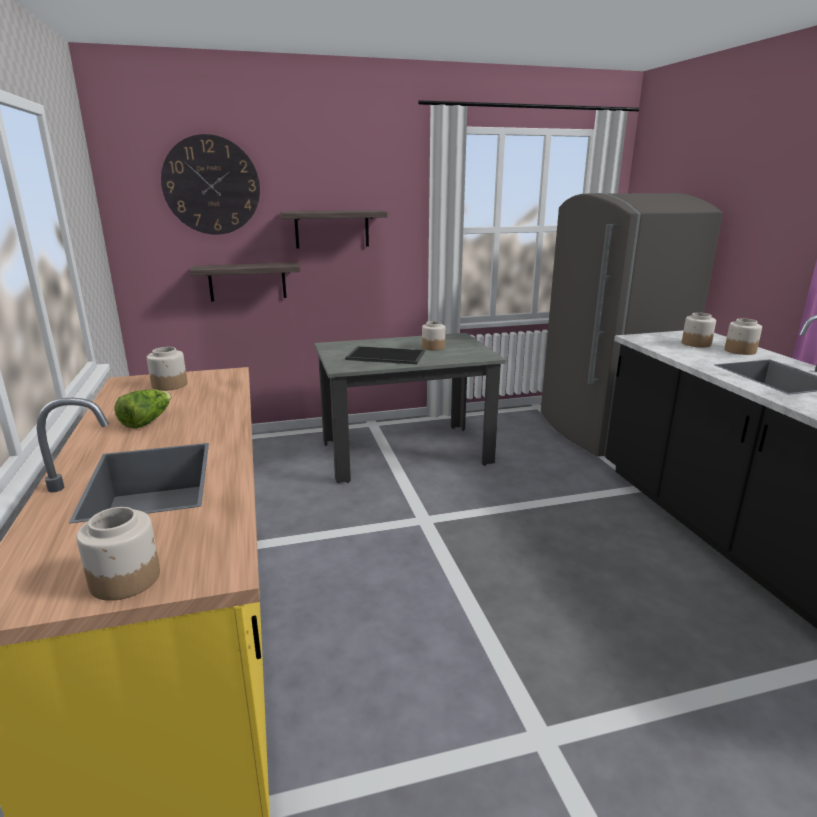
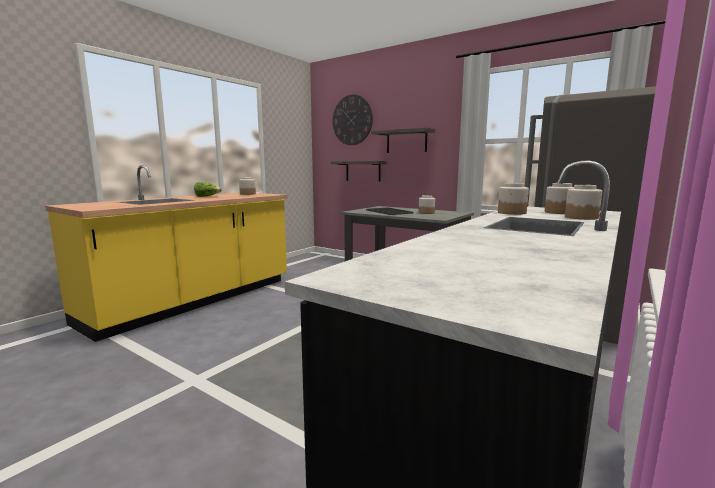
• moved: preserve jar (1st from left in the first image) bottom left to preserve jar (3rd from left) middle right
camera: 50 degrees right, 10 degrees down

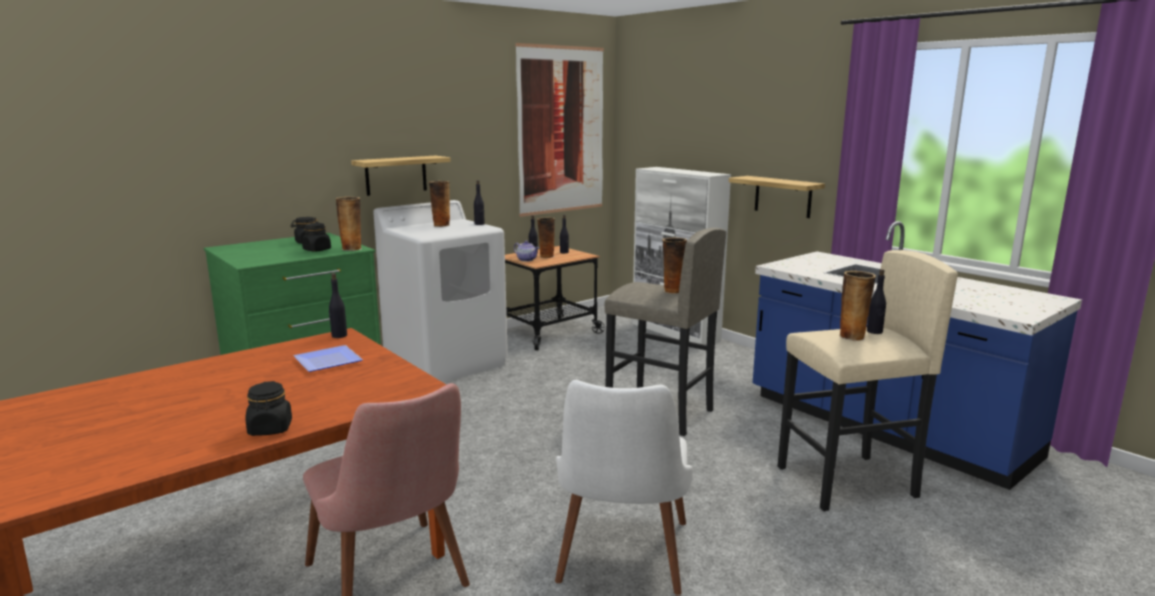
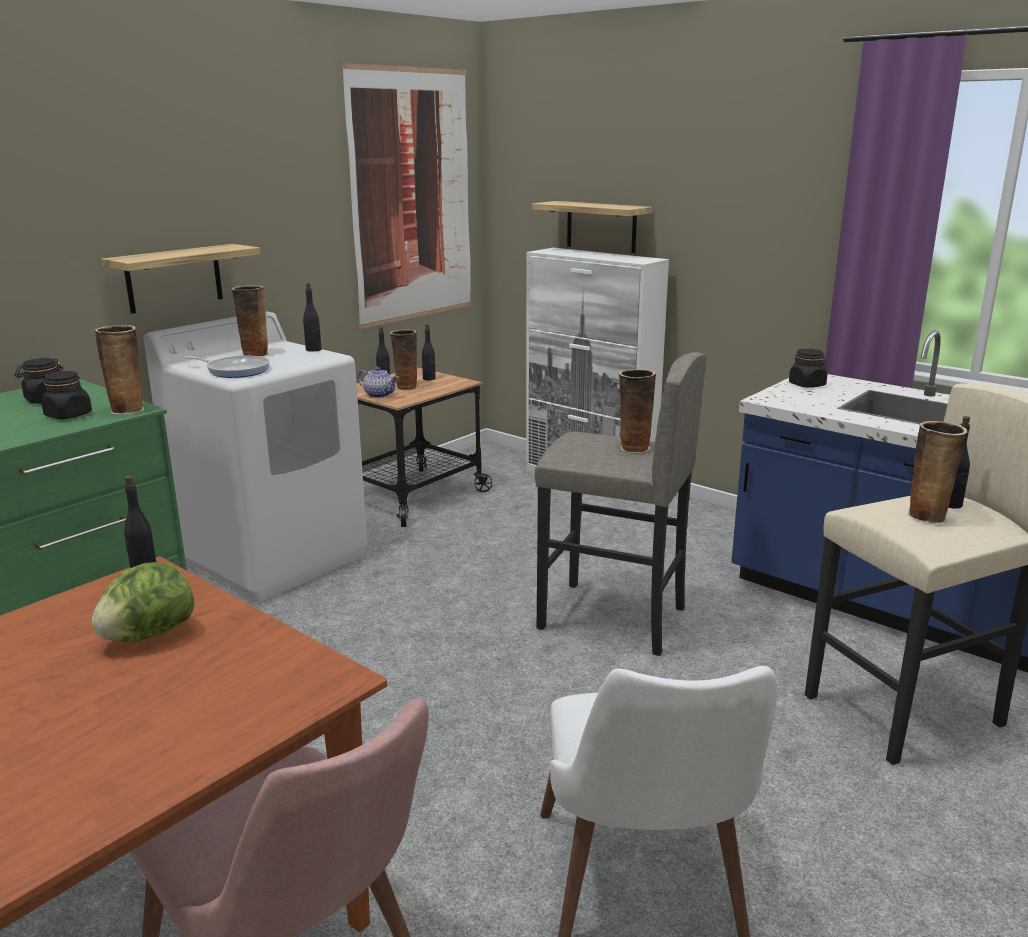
• replaced: flat dish middle left to head of lettuce middle left
• added: pan middle left
• moved: shelf (2nd from left) top right to top centre
• moved: preserve jar (black) (1st from left in the first image) bottom left to preserve jar (black) (3rd from left) middle right
camera: 10 degrees left, 5 degrees up

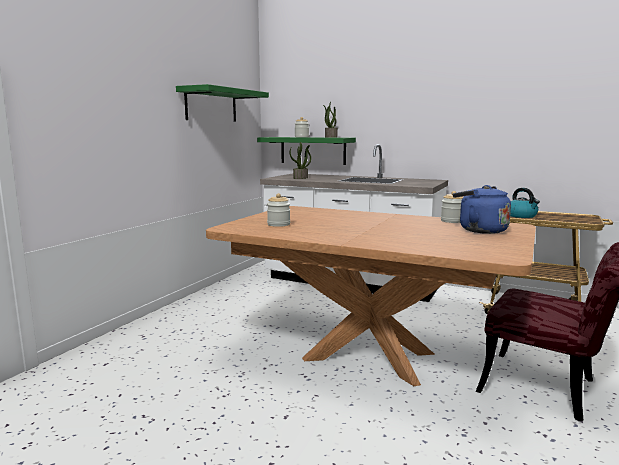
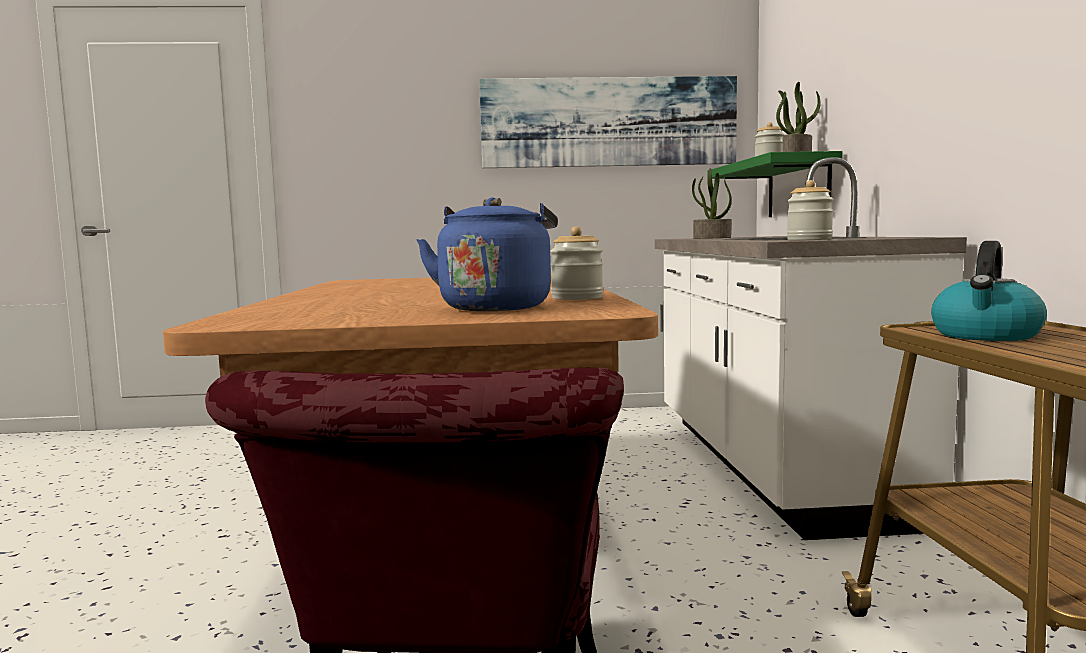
• replaced: shelf (greenish) (1st from left) top centre to wall picture top centre
• moved: preserve jar (1st from left in the first image) centre to preserve jar (3rd from left) top right
camera: 60 degrees right, 5 degrees down

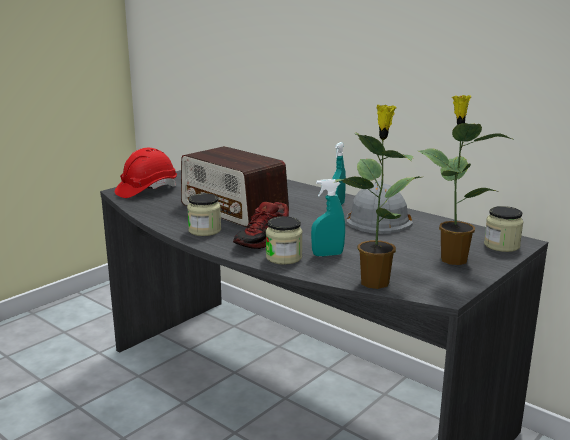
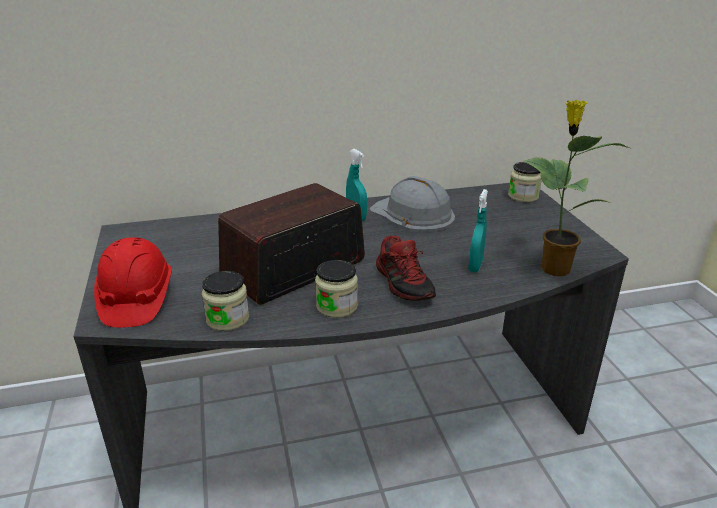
• moved: preserve jar (2nd from left in the first image) centre to preserve jar (1st from left) middle left
• turned: radio set centre = centre 150 degrees clockwise
• removed: houseplant (2nd from left) middle right
camera: 55 degrees left, 10 degrees up

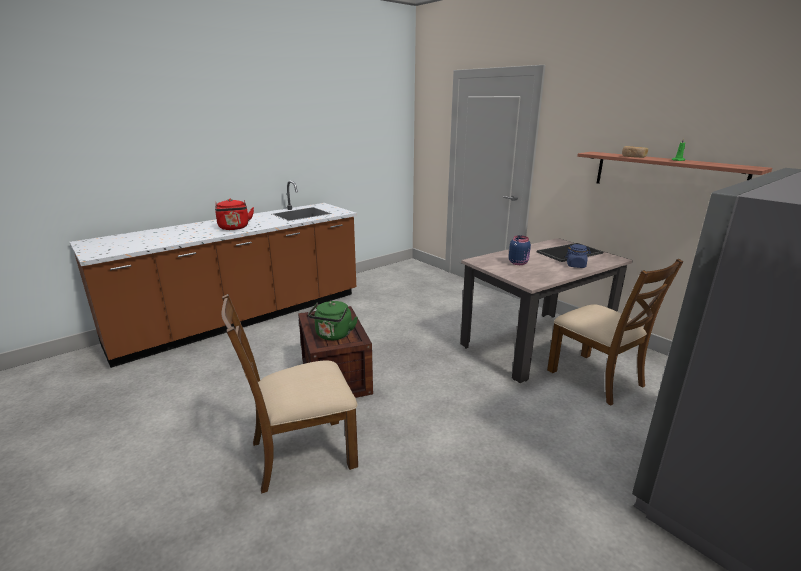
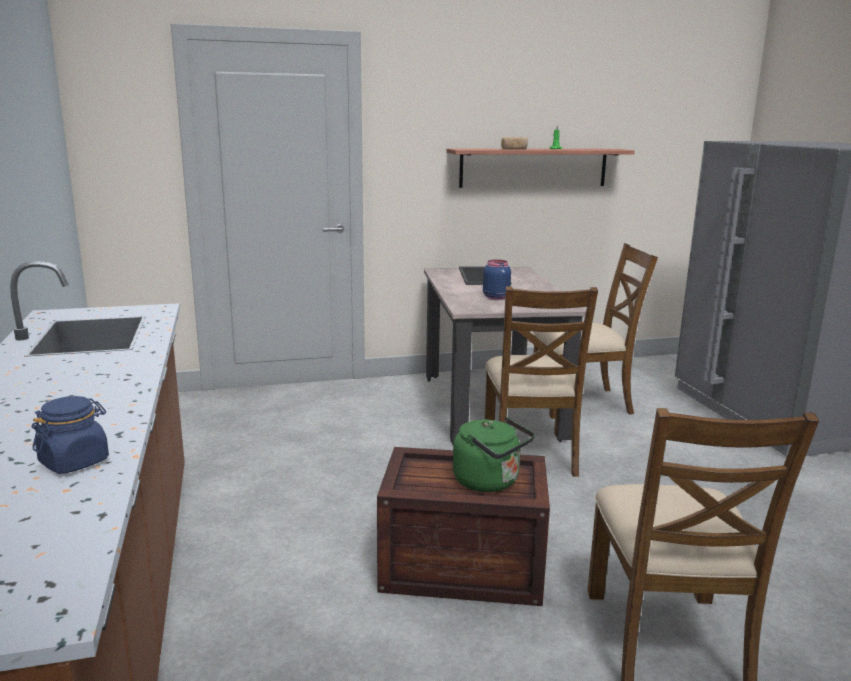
• moved: preserve jar (bluish) (2nd from left in the first image) middle right to preserve jar (bluish) (1st from left) middle left
• added: chair (brownish) (1st from left) centre
• removed: water kettle (red) middle left
camera: 65 degrees left, 5 degrees down

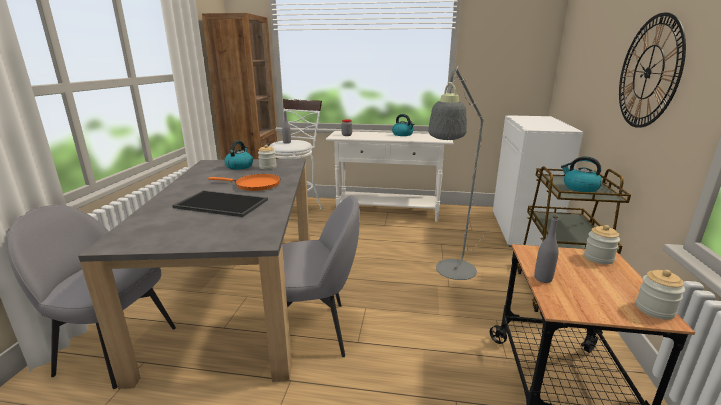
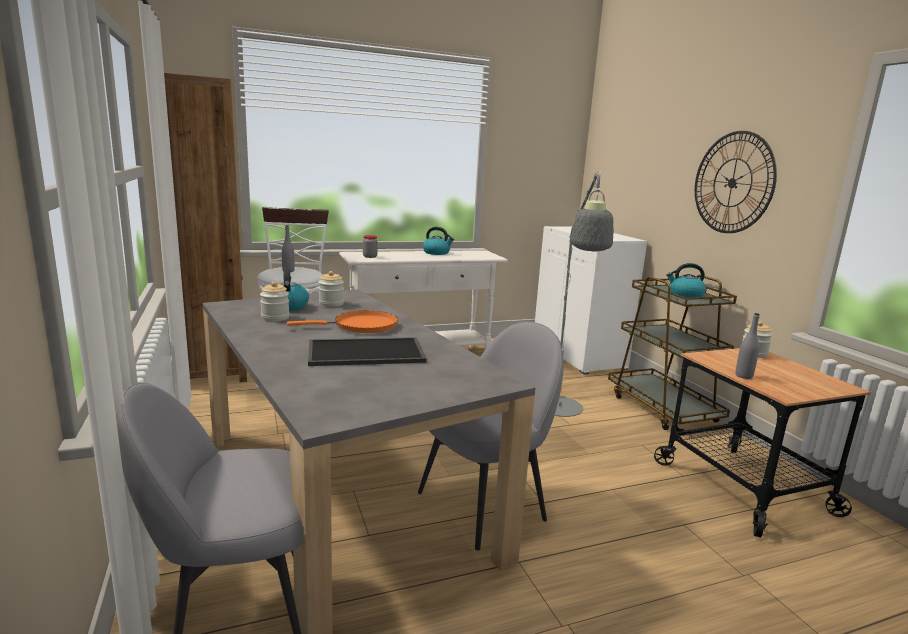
• moved: preserve jar (4th from left in the first image) bottom right to preserve jar (1st from left) middle left
camera: 30 degrees left, 5 degrees down

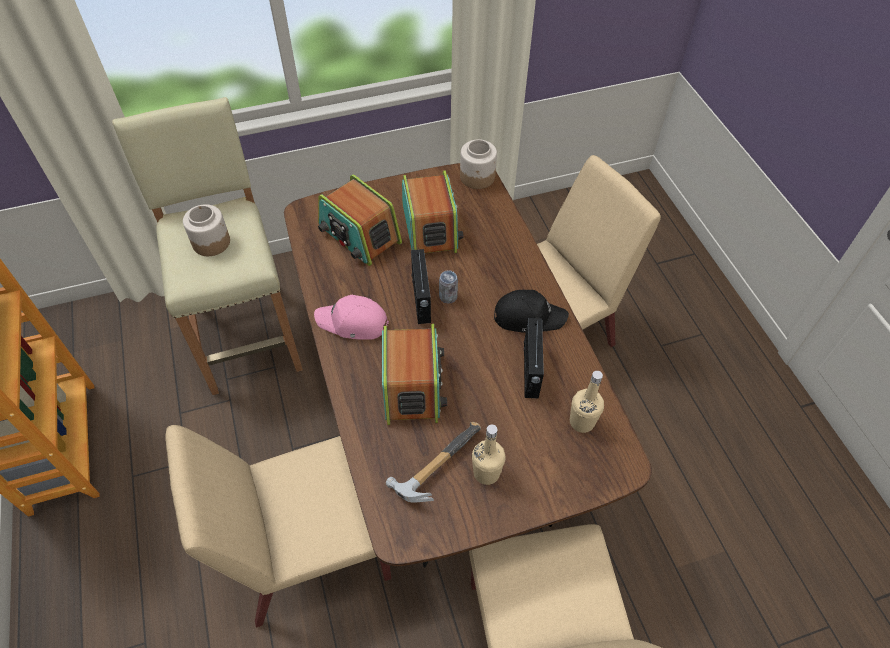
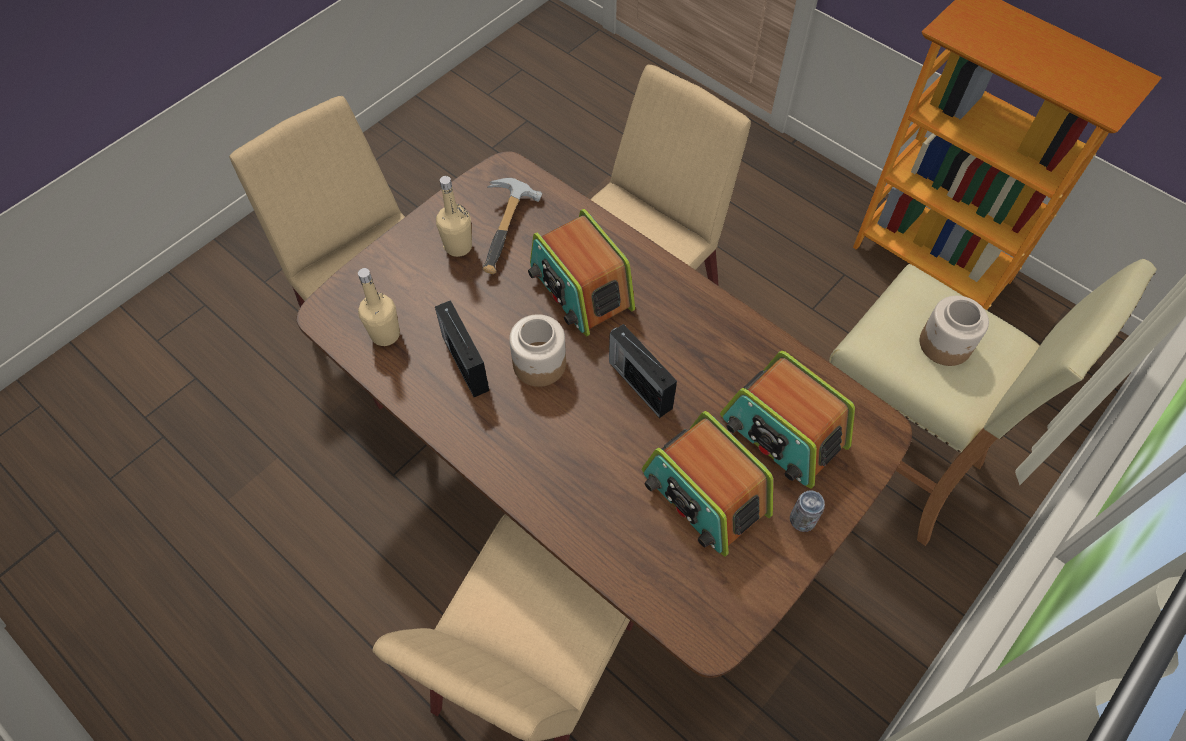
• moved: preserve jar (2nd from left in the first image) top centre to preserve jar (1st from left) centre
• turned: radio set (1st from left in the first image) centre = centre 150 degrees counterclockwise
• moved: can centre to bottom right
• removed: baseball cap (pink) centre
• removed: baseball cap (black) centre
camera: 150 degrees right, 5 degrees up

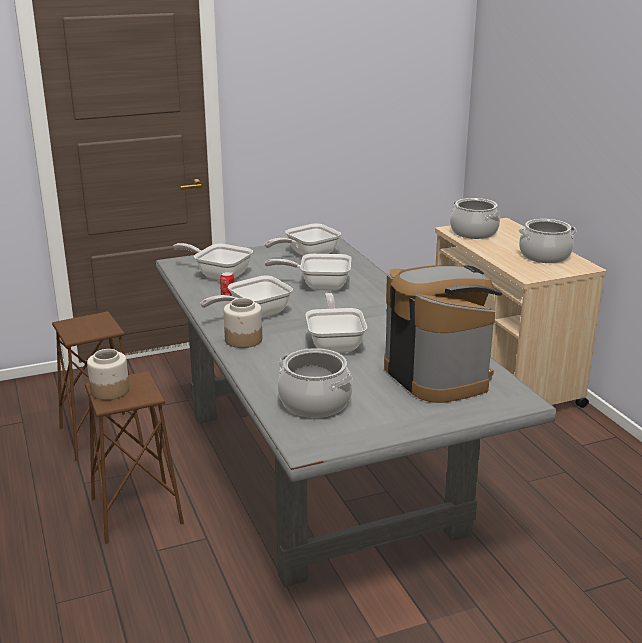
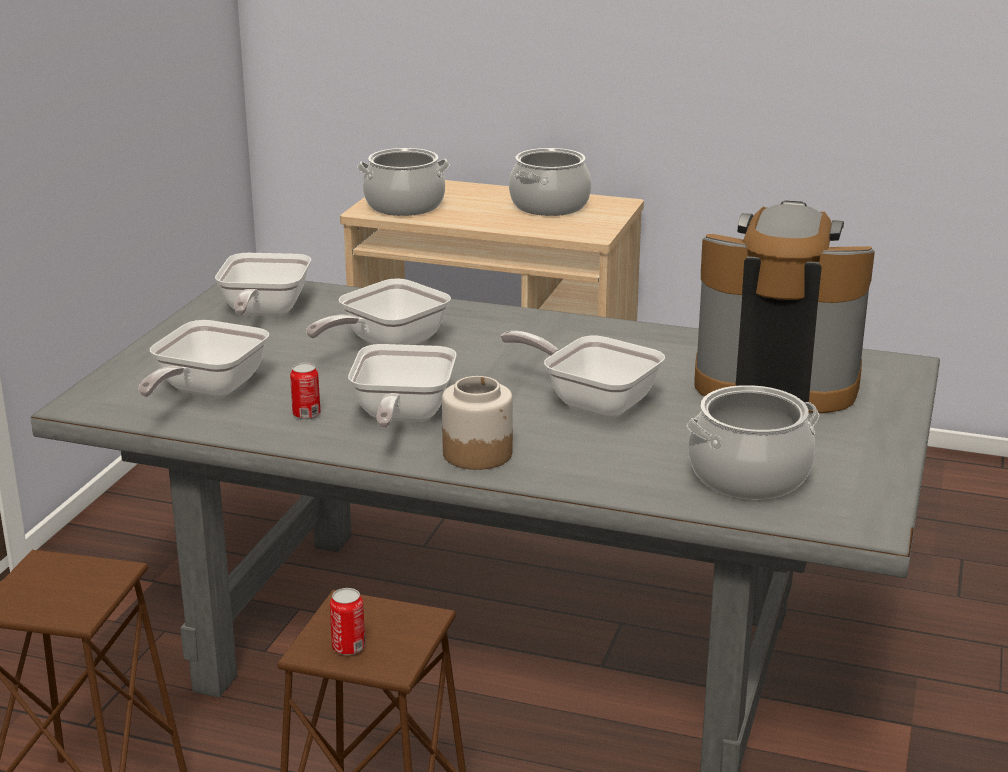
• turned: pan (1st from left) middle left = middle left 45 degrees counterclockwise
• replaced: preserve jar (1st from left) middle left to can (2nd from left) bottom centre
camera: 50 degrees left, 0 degrees up

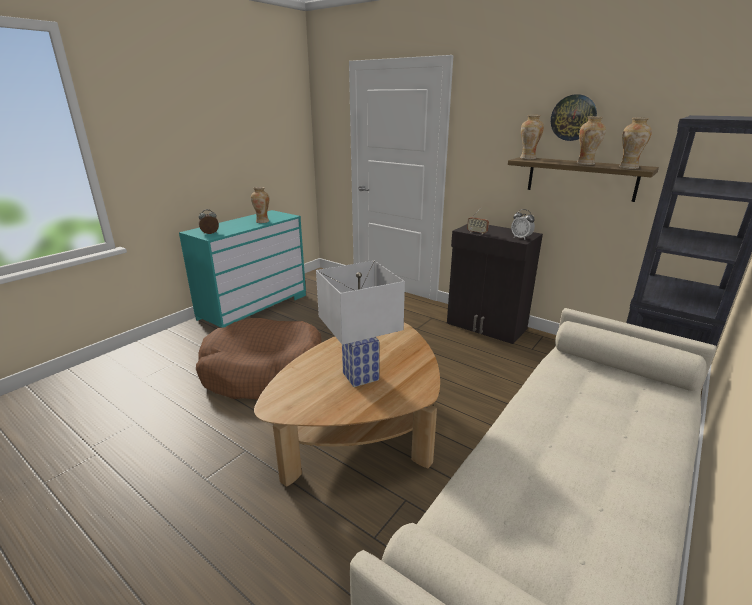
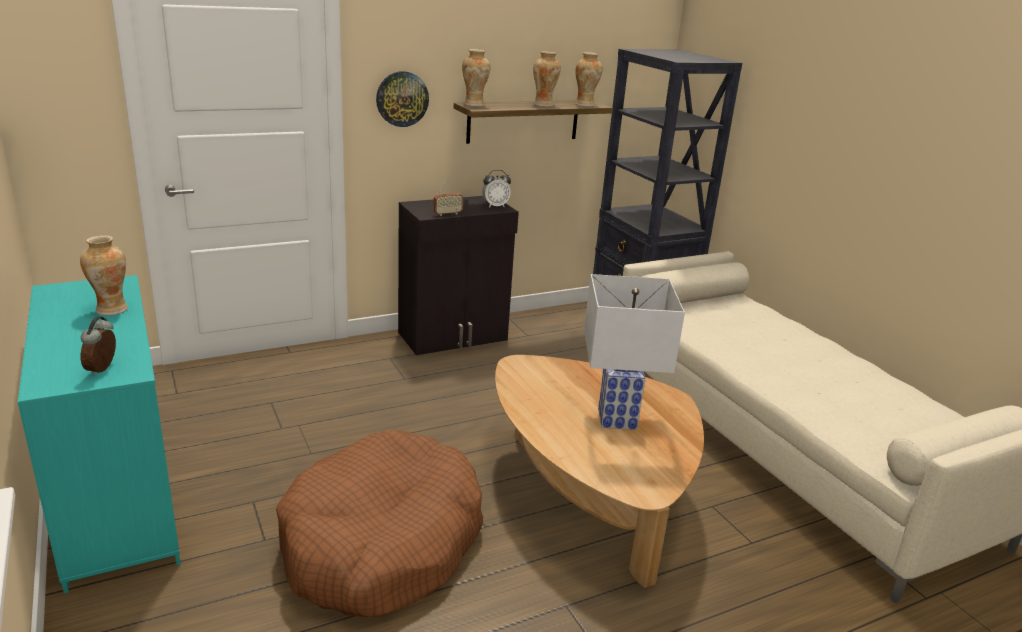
• moved: clock on the wall top right to top centre
camera: 65 degrees left, 0 degrees up

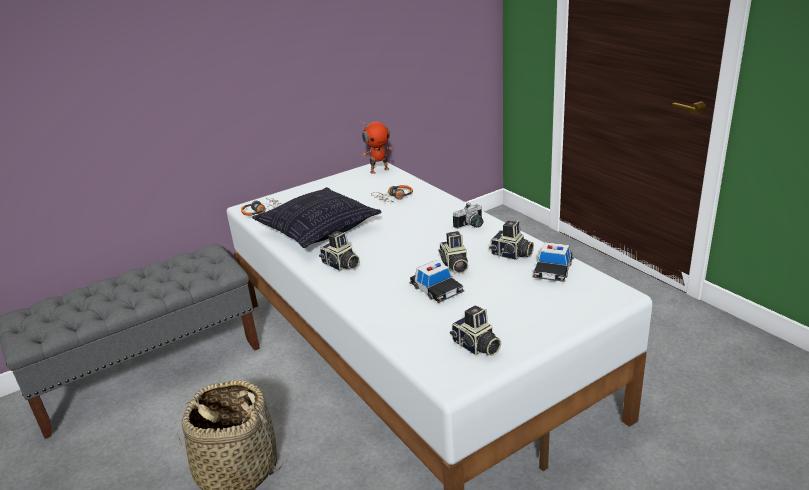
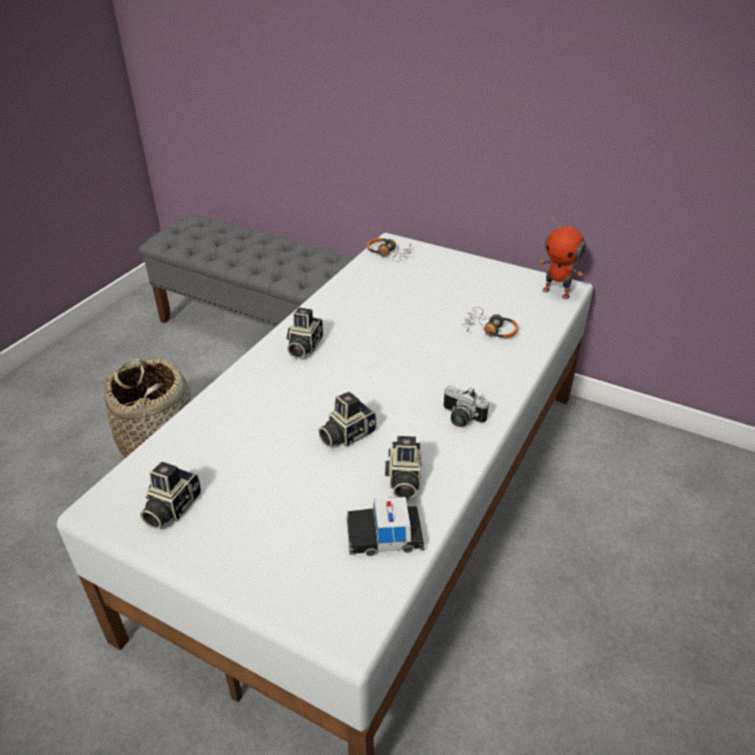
• removed: throw pillow centre
• removed: toy car (1st from left) centre
camera: 60 degrees right, 10 degrees up

